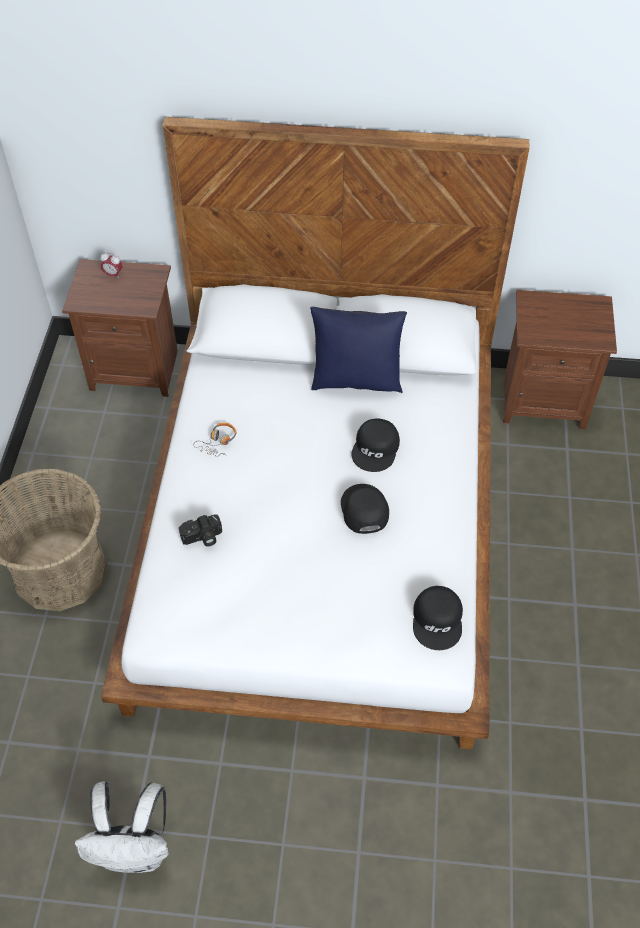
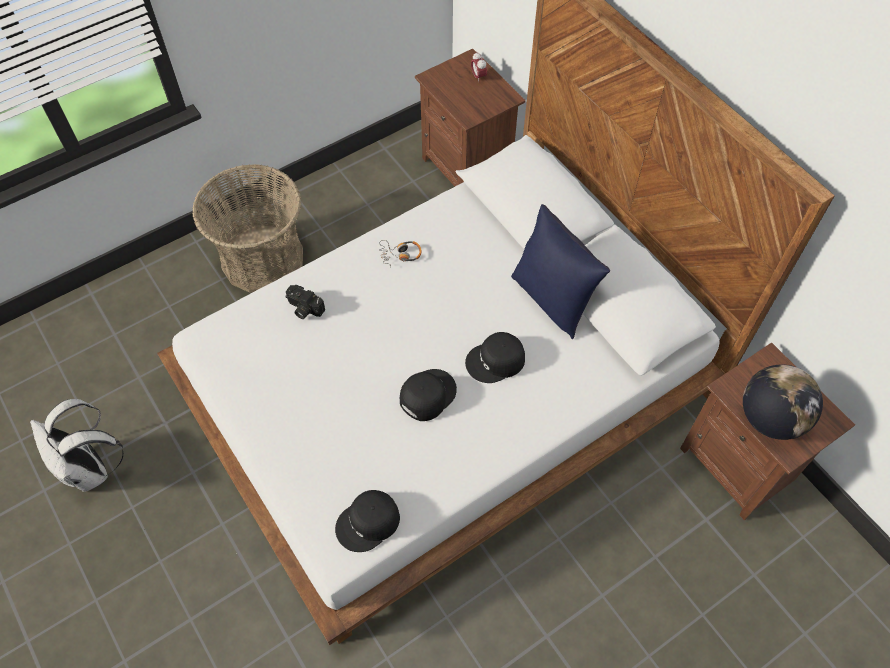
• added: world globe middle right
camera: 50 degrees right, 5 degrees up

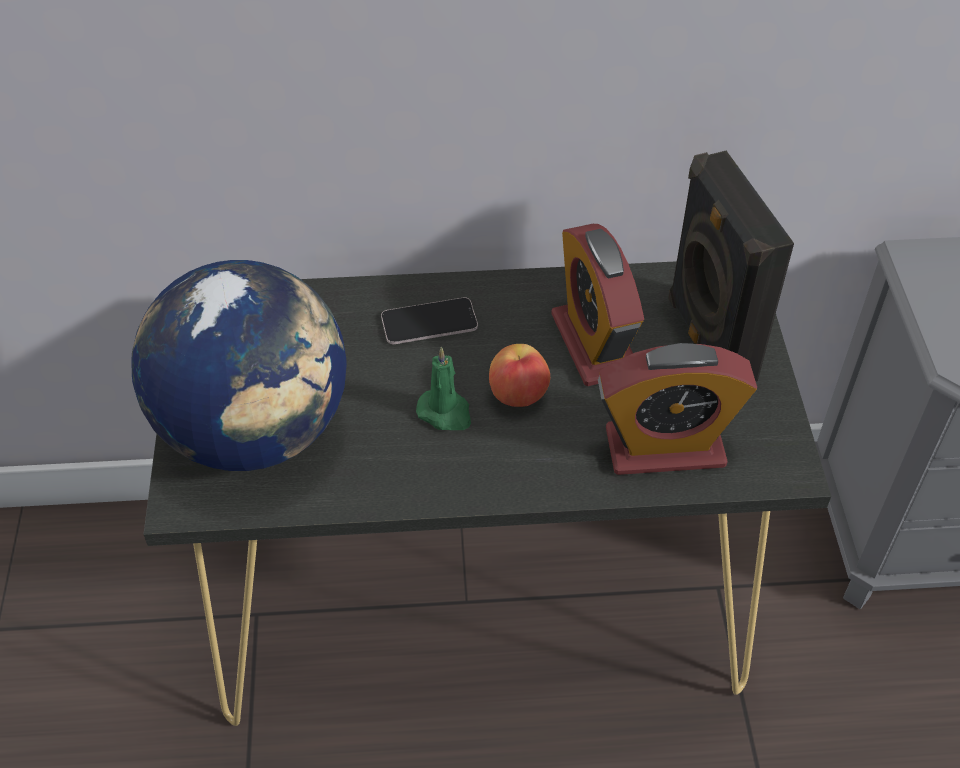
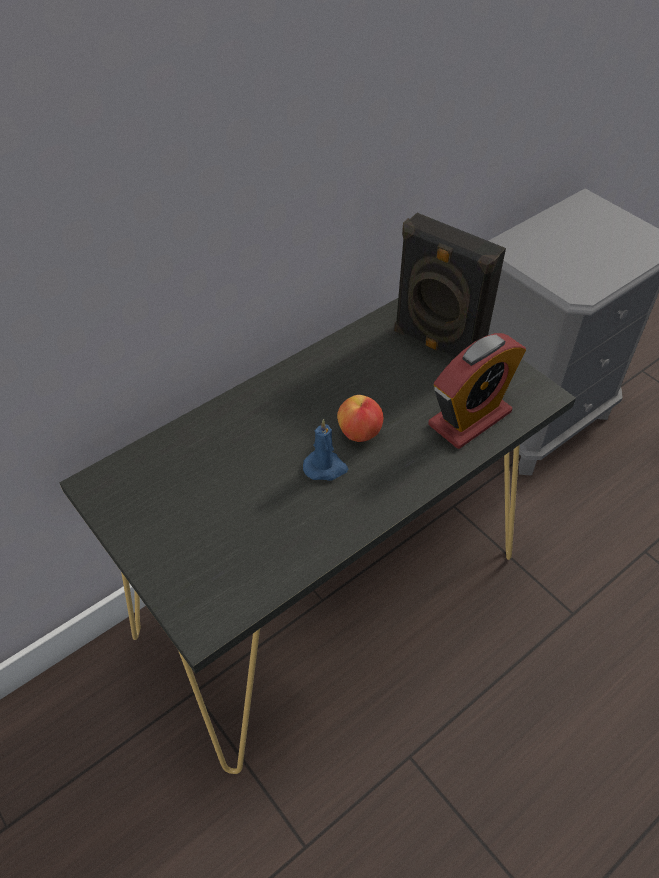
• recoloured: candle (greenish) centre to candle (bluish) centre
• removed: world globe middle left
• removed: handset centre
• removed: table clock (1st from left) centre
camera: 35 degrees left, 0 degrees up

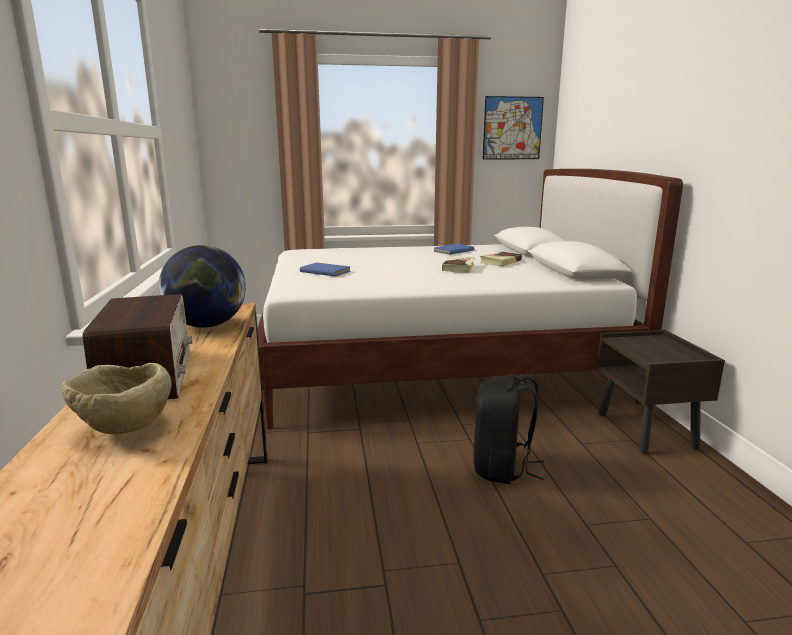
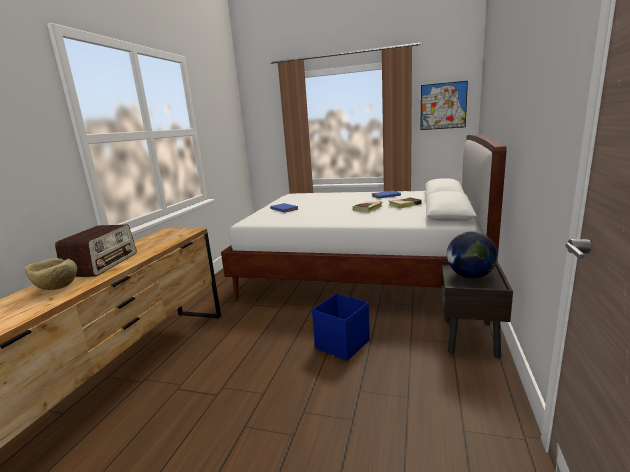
• replaced: rucksack (black) bottom centre to storage box (bluish) bottom centre
• moved: world globe middle left to middle right
camera: 25 degrees right, 0 degrees up

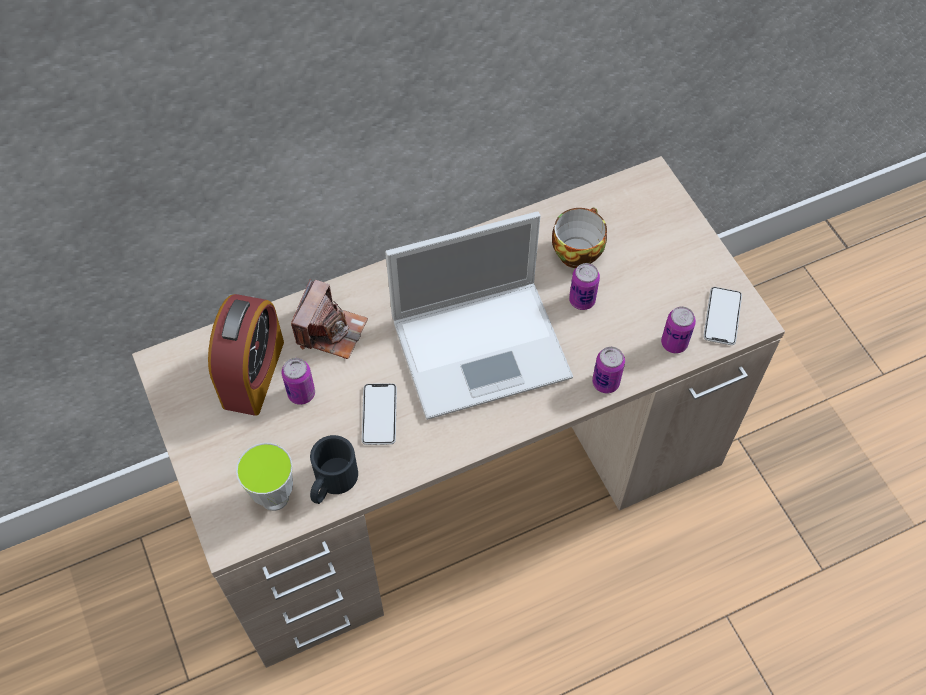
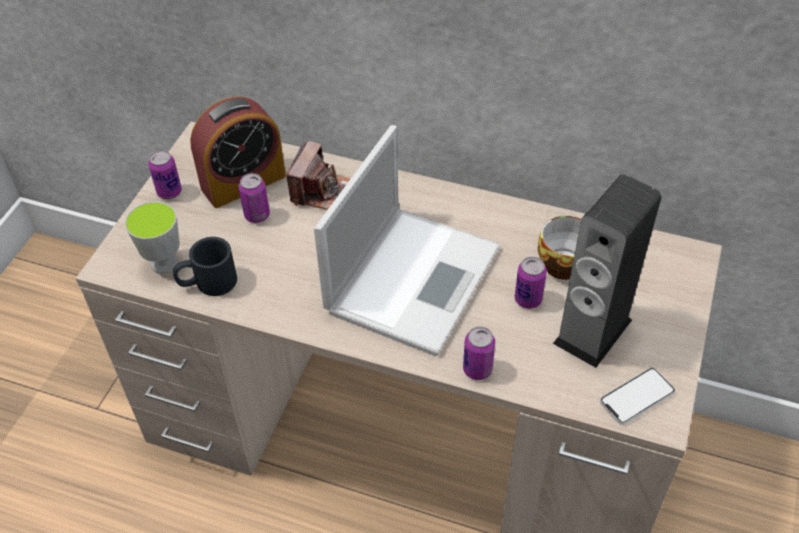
• moved: can (4th from left in the first image) middle right to can (1st from left) top left
• turned: still camera centre = top centre 45 degrees counterclockwise
• turned: notebook computer centre = centre 90 degrees counterclockwise
• added: speaker middle right
• removed: handset (1st from left) centre
camera: 45 degrees right, 10 degrees down

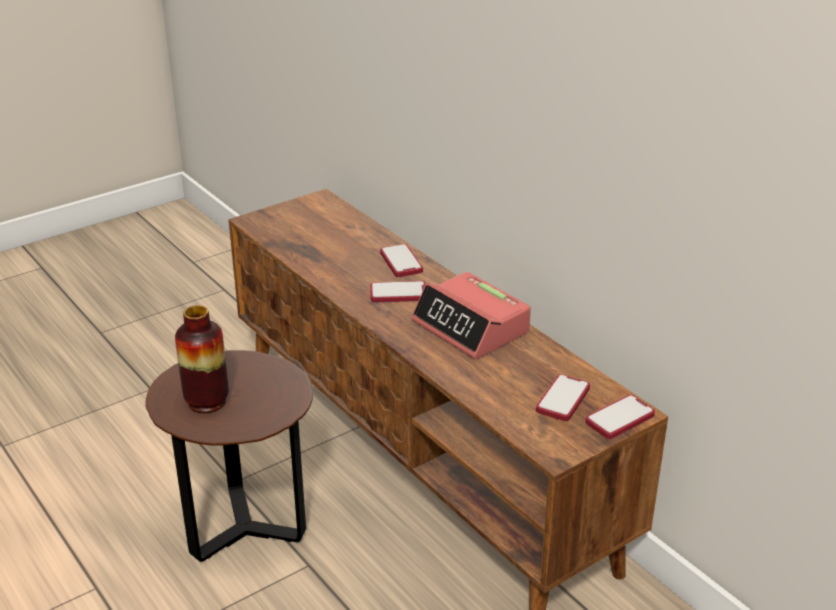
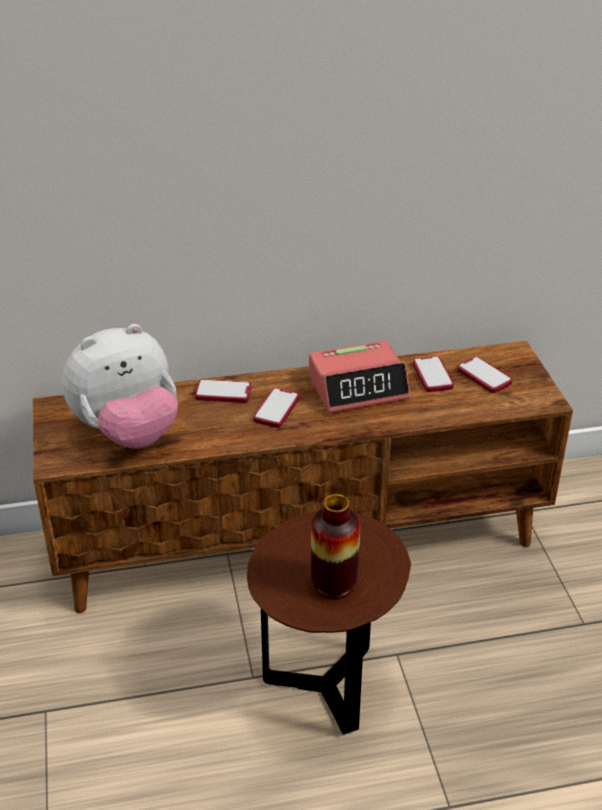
• added: soft toy middle left
• moved: handset (4th from left in the first image) bottom right to handset (3rd from left) middle right
camera: 65 degrees left, 5 degrees up

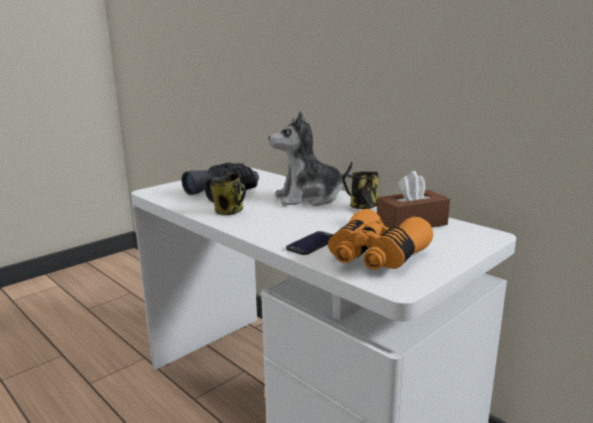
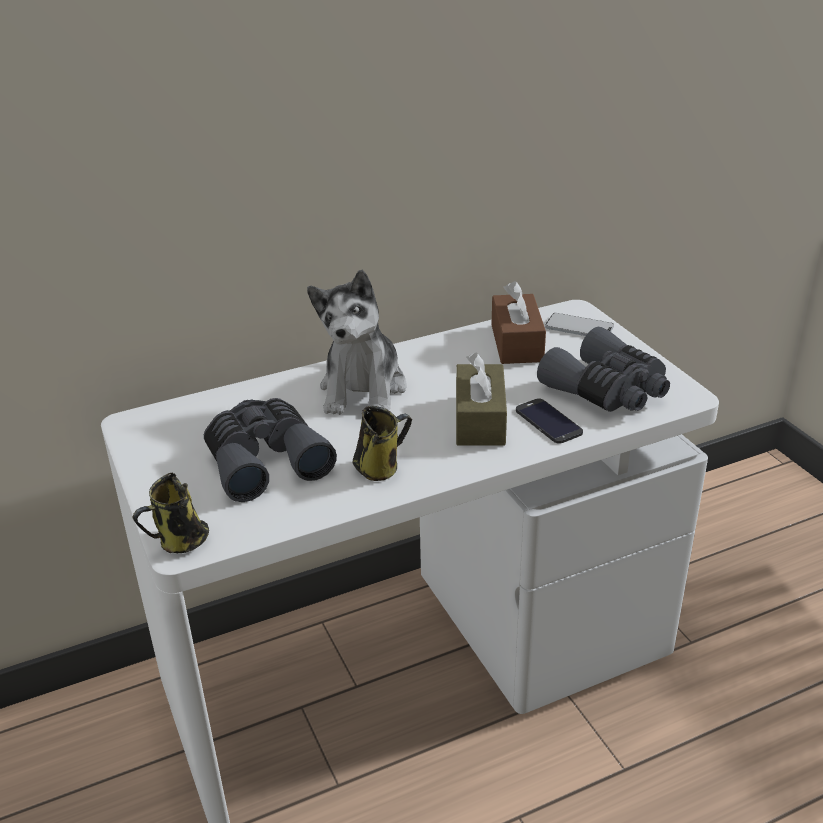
• moved: mug (2nd from left in the first image) centre to mug (1st from left) middle left
• added: box of tissues (brownish) (1st from left) centre
• recoloured: field glasses (orangey) centre to field glasses (gray) (2nd from left) middle right
• added: handset (2nd from left) middle right
camera: 70 degrees left, 15 degrees up

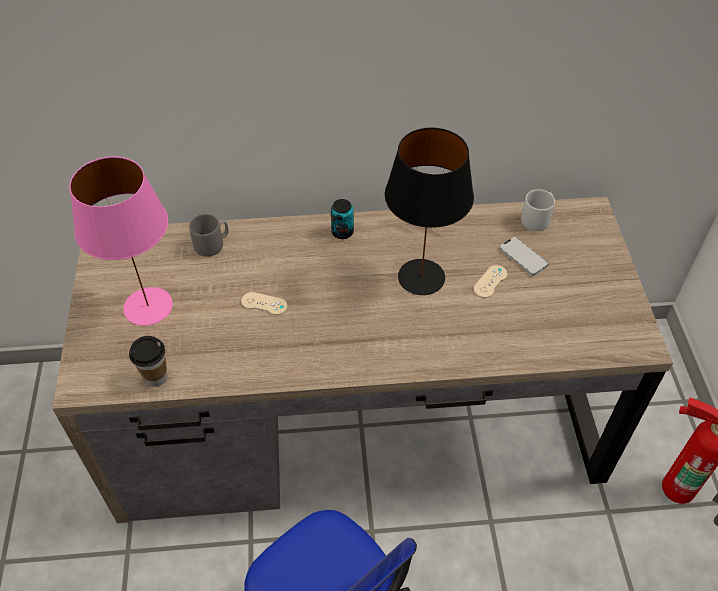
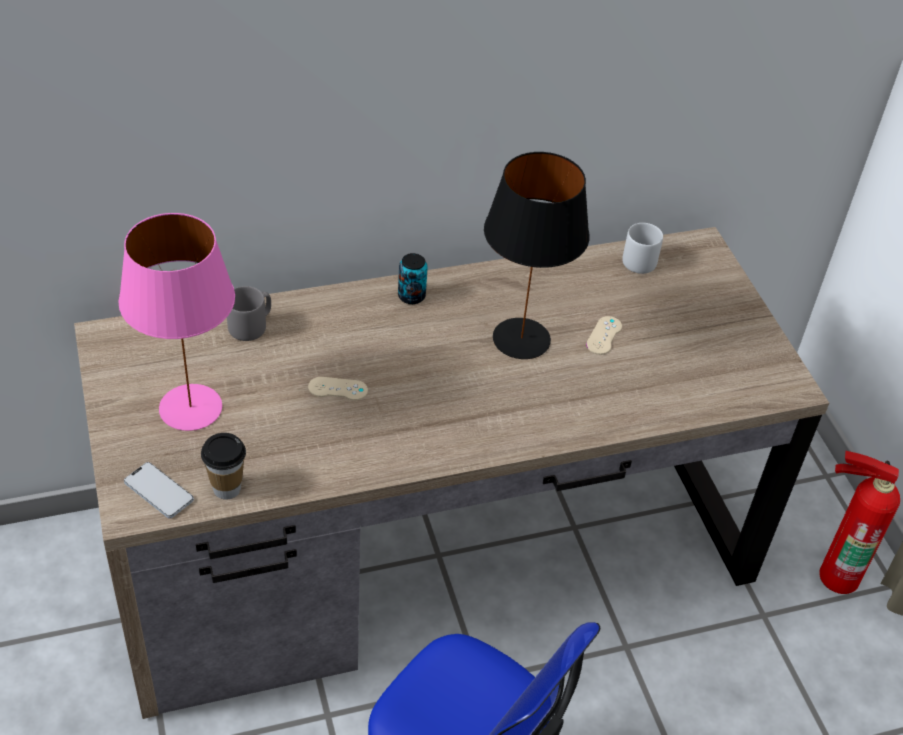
• moved: handset middle right to bottom left
camera: 15 degrees left, 5 degrees down

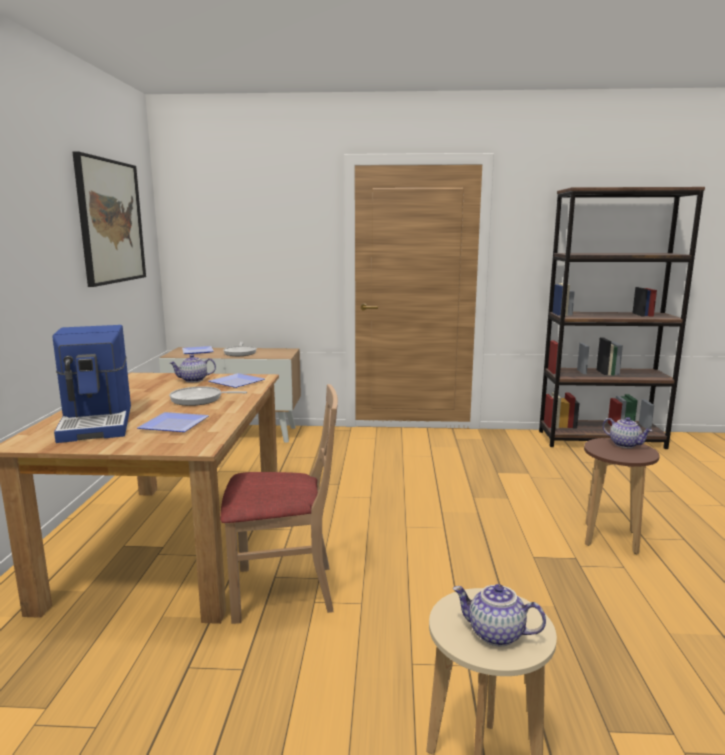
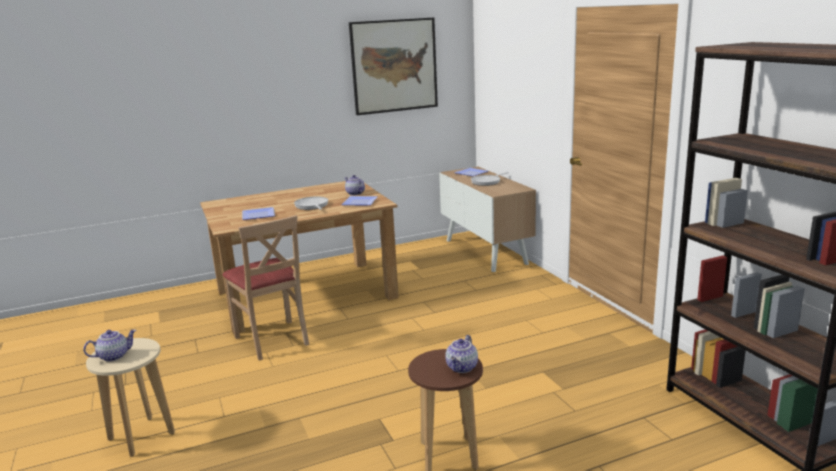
• turned: tea pot (2nd from left in the first image) bottom right = bottom left 60 degrees clockwise
• removed: coffee maker middle left
camera: 65 degrees right, 5 degrees up

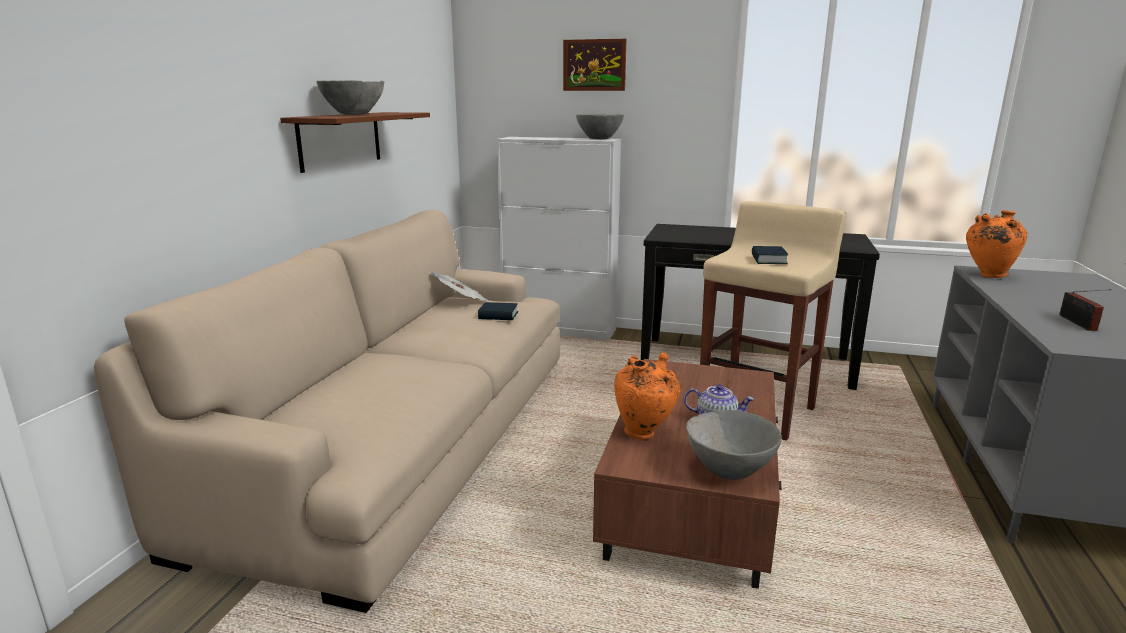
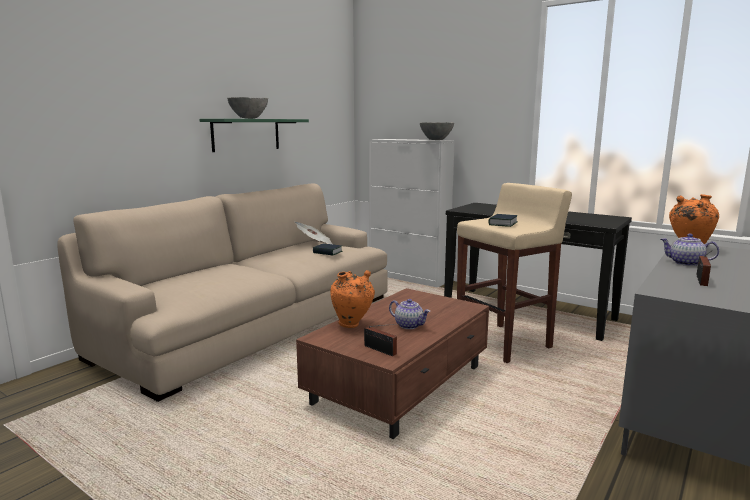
• recoloured: shelf (brownish) top left to shelf (greenish) top centre
• replaced: serving bowl (gray) (3rd from left) bottom centre to radio set (1st from left) bottom centre
• added: tea pot (2nd from left) middle right
• removed: wall picture top centre
camera: 20 degrees right, 5 degrees down

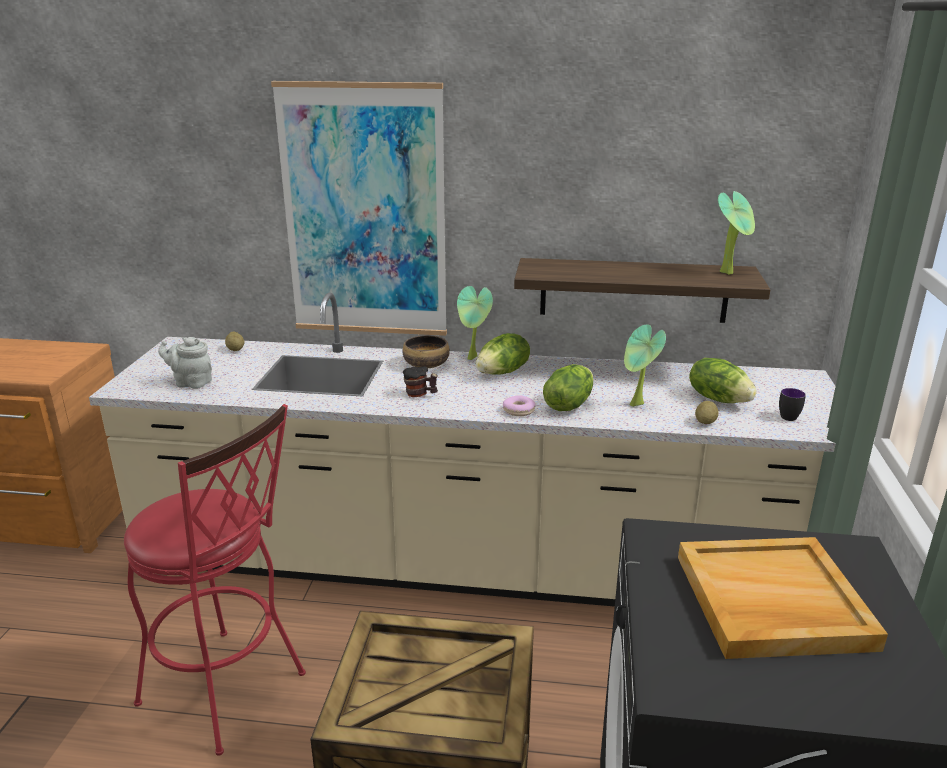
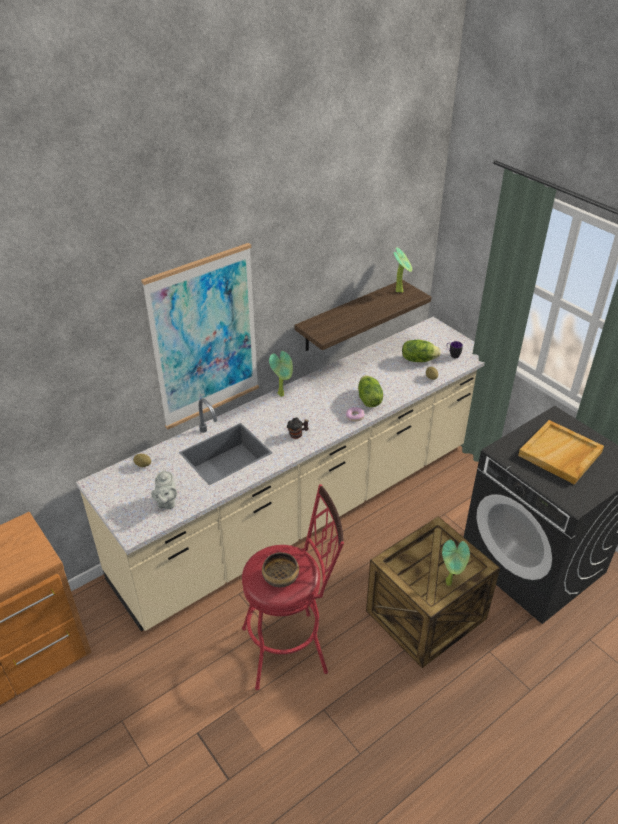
• turned: tea pot (gray) middle left = middle left 60 degrees counterclockwise
• moved: serving bowl centre to bottom centre
• moved: houseplant (2nd from left in the first image) middle right to houseplant (3rd from left) bottom right
• removed: head of lettuce (1st from left) centre
camera: 45 degrees left, 15 degrees up

